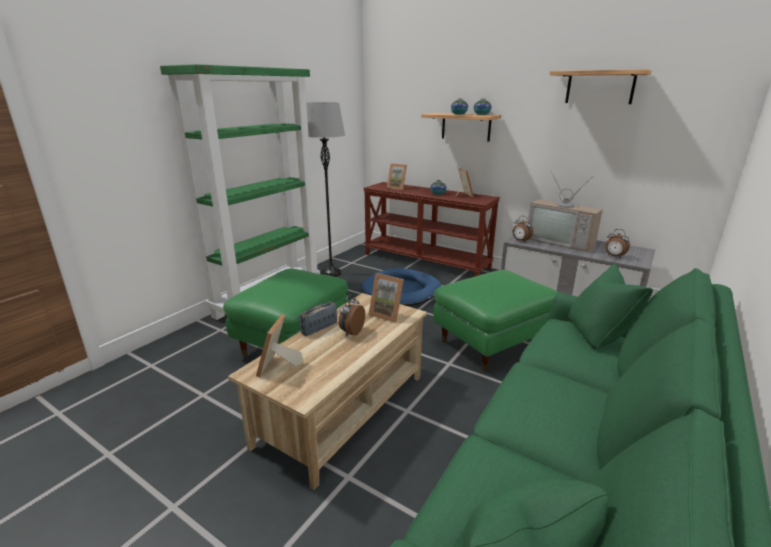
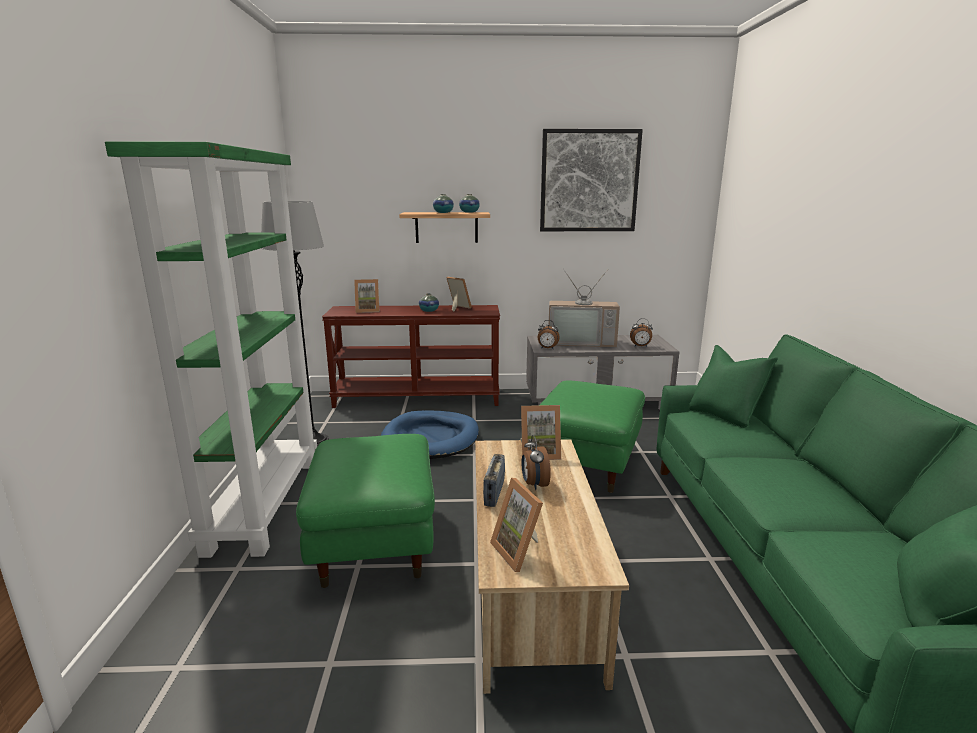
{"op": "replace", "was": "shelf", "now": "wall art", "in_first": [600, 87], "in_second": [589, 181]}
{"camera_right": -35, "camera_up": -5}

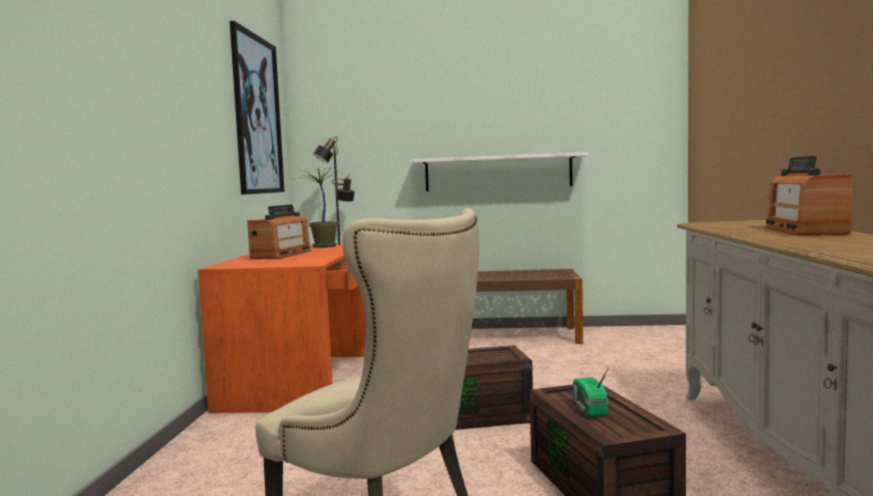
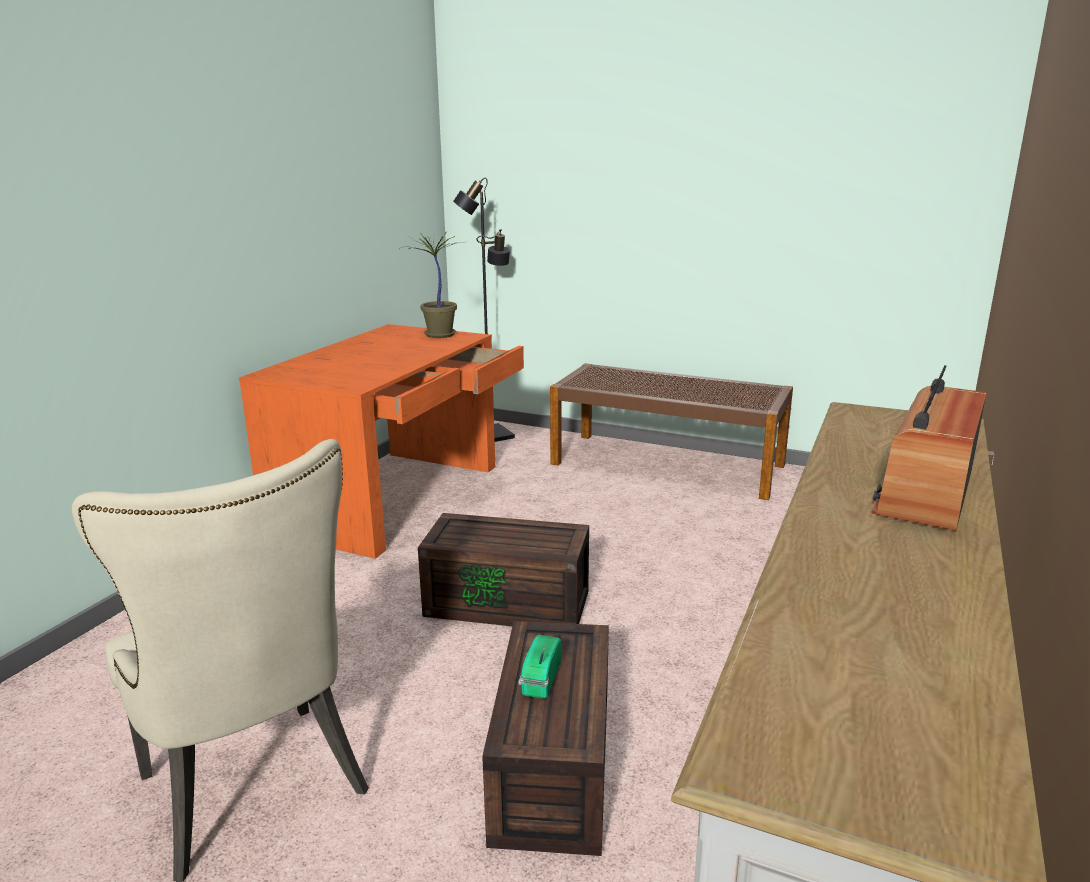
{"op": "delete", "was": "wall art", "in_first": [257, 115]}
{"op": "delete", "was": "radio set", "in_first": [281, 255]}
{"op": "delete", "was": "white-coloured shelf", "in_first": [498, 172]}
{"camera_right": 20, "camera_up": 15}

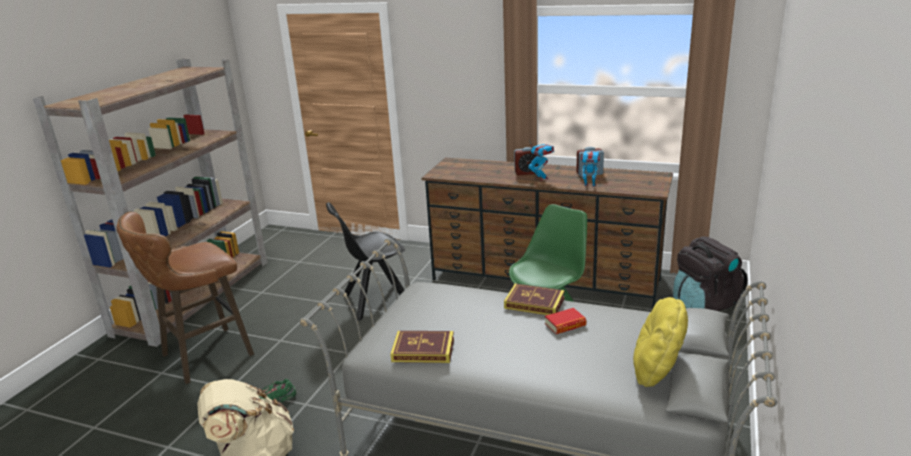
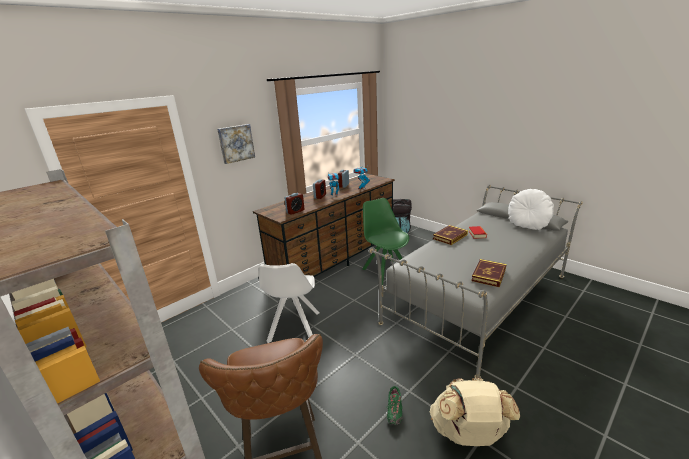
{"op": "insert", "now": "wall art", "in_second": [236, 143]}
{"op": "recolor", "was": "black plain chair", "now": "white-coloured plain chair", "in_first": [375, 301], "in_second": [294, 328]}
{"op": "insert", "now": "alarm clock", "in_second": [295, 211]}
{"op": "recolor", "was": "yellow pillow", "now": "white-coloured pillow", "in_first": [656, 374], "in_second": [527, 226]}
{"camera_right": -65, "camera_up": 0}

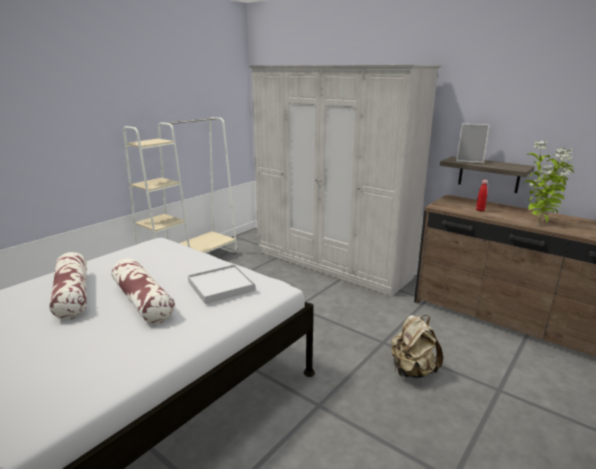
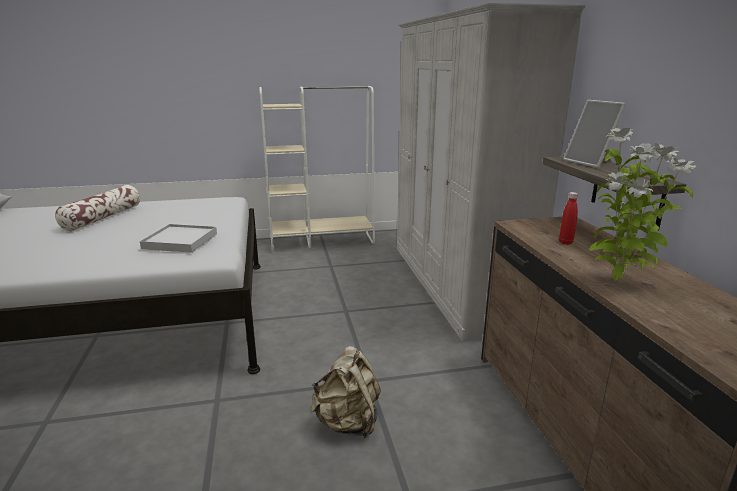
{"op": "delete", "was": "pillow", "in_first": [142, 301]}
{"camera_right": 40, "camera_up": 0}

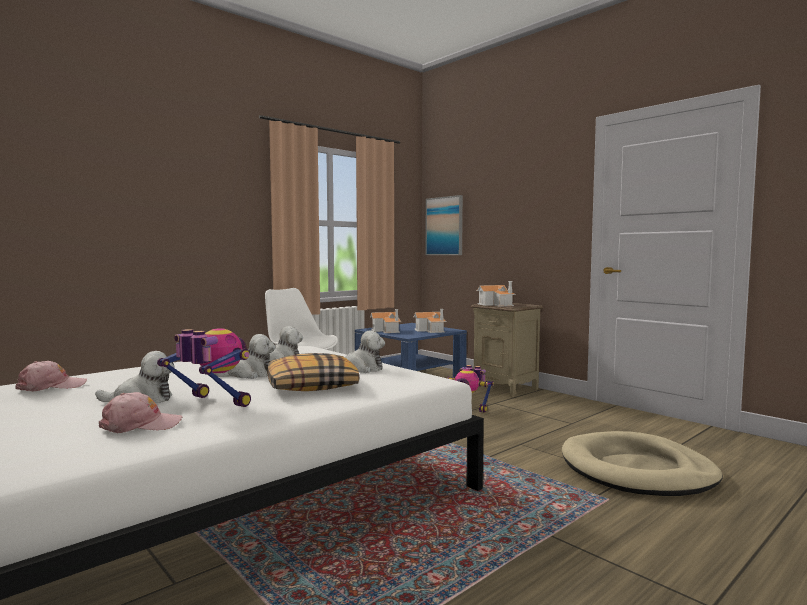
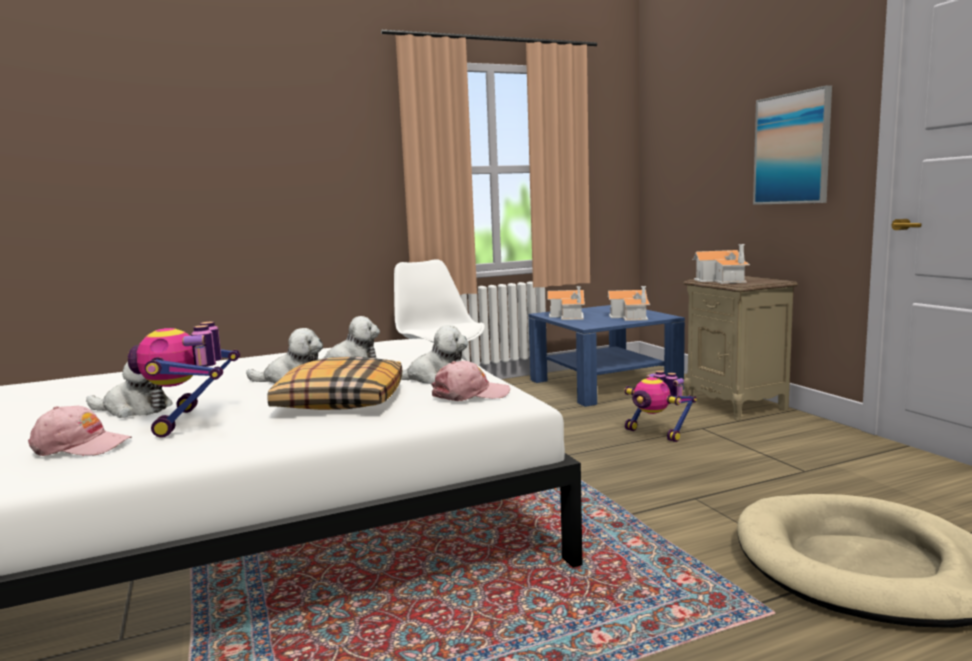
{"op": "rotate", "was": "toy robot", "in_first": [212, 403], "in_second": [191, 421], "clockwise": -150}
{"op": "move", "was": "pinkish cap", "in_first": [51, 386], "in_second": [470, 394]}
{"op": "move", "was": "wall art", "in_first": [444, 226], "in_second": [792, 149]}
{"camera_right": 20, "camera_up": 5}

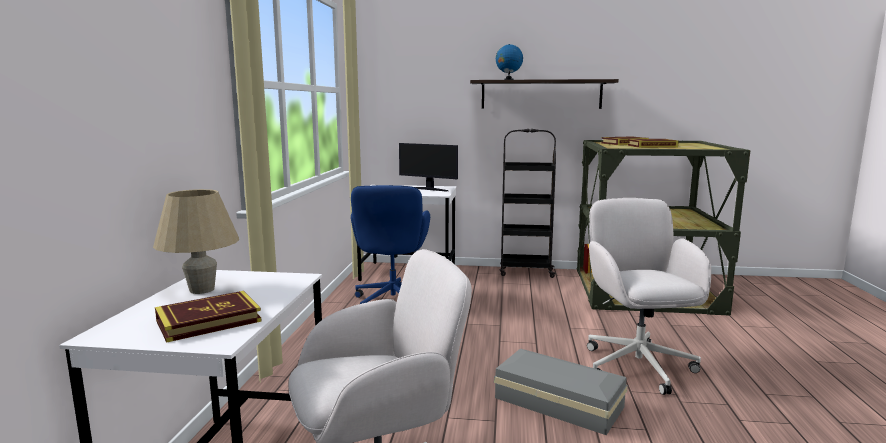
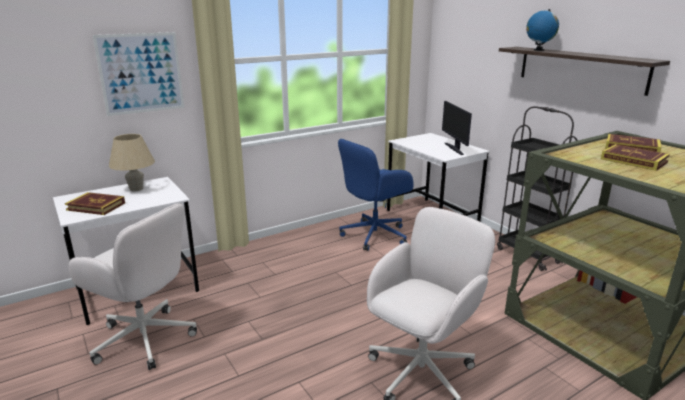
{"op": "insert", "now": "wall art", "in_second": [141, 73]}
{"op": "delete", "was": "greyish storage box", "in_first": [557, 401]}
{"camera_right": 50, "camera_up": 10}

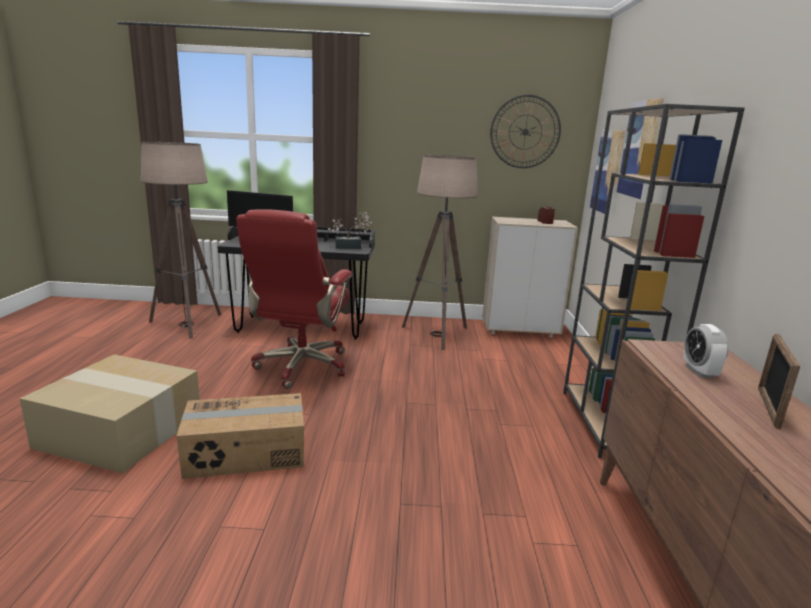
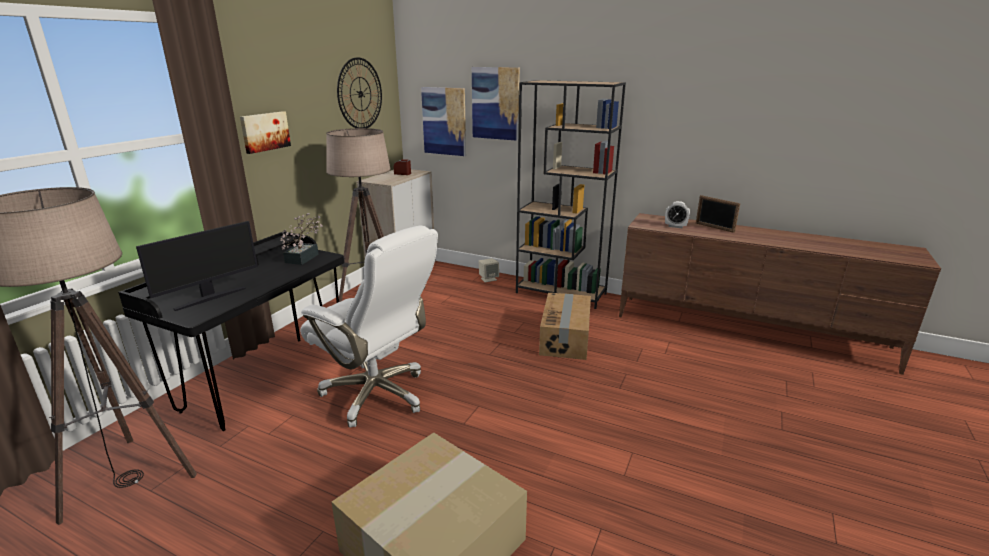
{"op": "insert", "now": "wall art", "in_second": [264, 131]}
{"op": "recolor", "was": "red desk chair", "now": "white-coloured desk chair", "in_first": [300, 368], "in_second": [377, 397]}
{"op": "insert", "now": "beige audio speaker", "in_second": [488, 279]}
{"op": "move", "was": "packing box", "in_first": [246, 453], "in_second": [566, 338]}
{"camera_right": -65, "camera_up": 5}

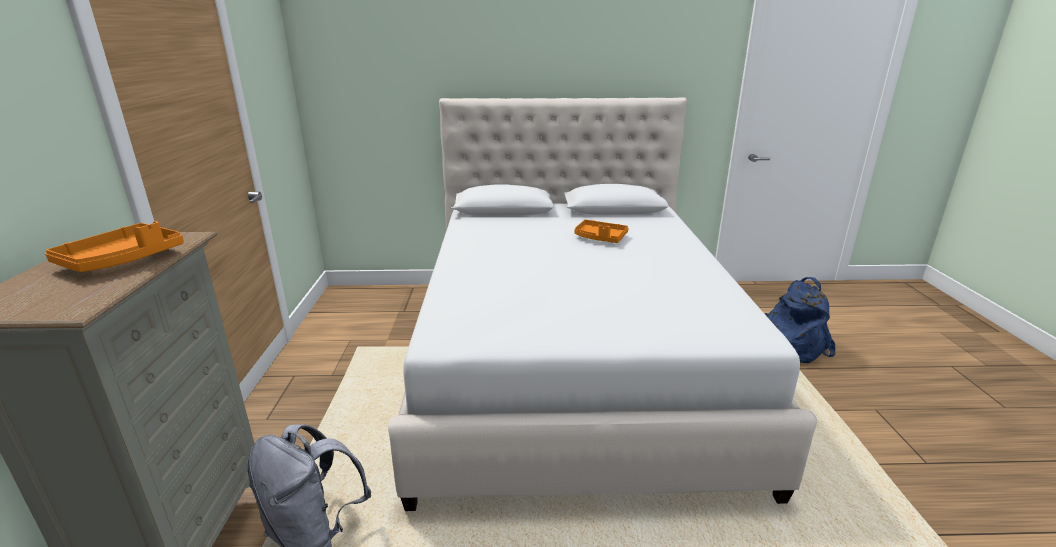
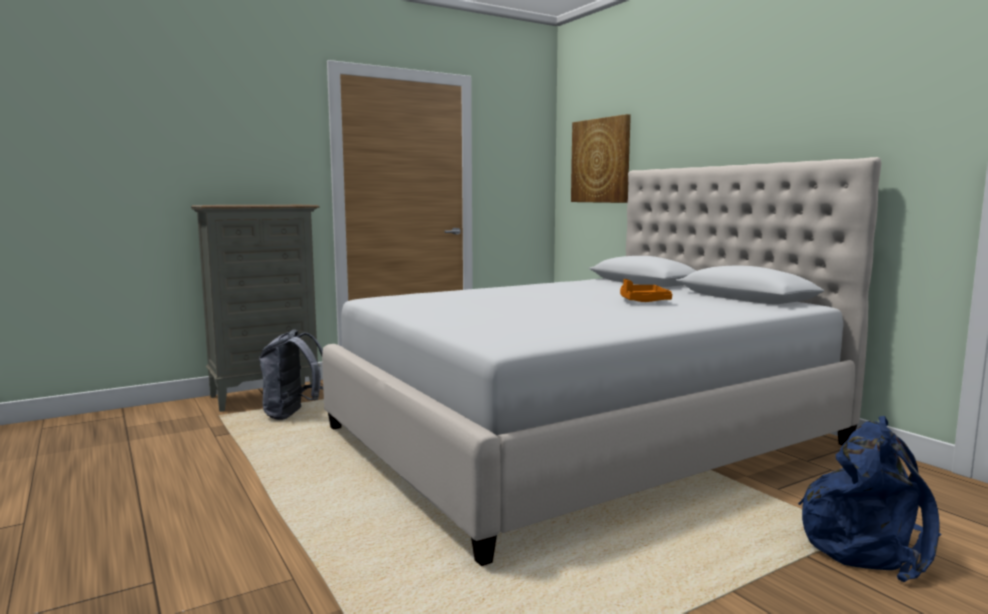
{"op": "insert", "now": "wall art", "in_second": [601, 161]}
{"op": "delete", "was": "orange serving tray", "in_first": [123, 260]}
{"camera_right": 60, "camera_up": -15}

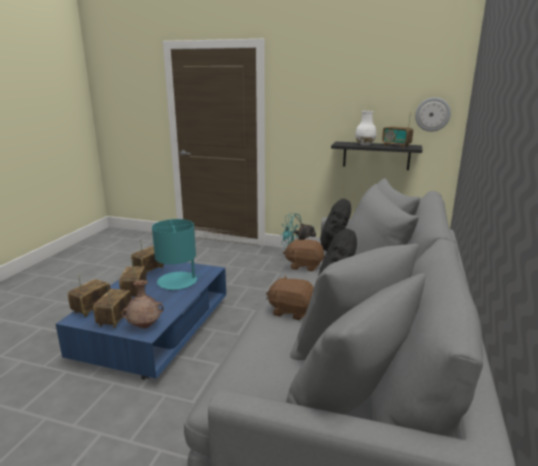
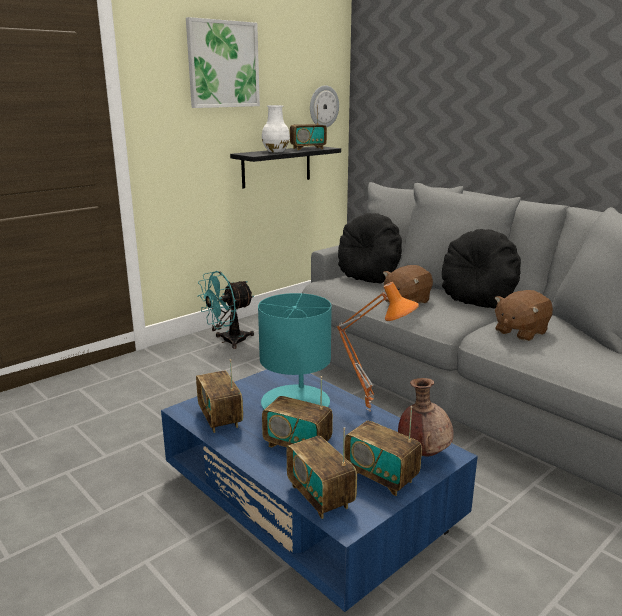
{"op": "insert", "now": "wall art", "in_second": [223, 64]}
{"op": "insert", "now": "orange table lamp", "in_second": [370, 409]}
{"camera_right": -60, "camera_up": 0}

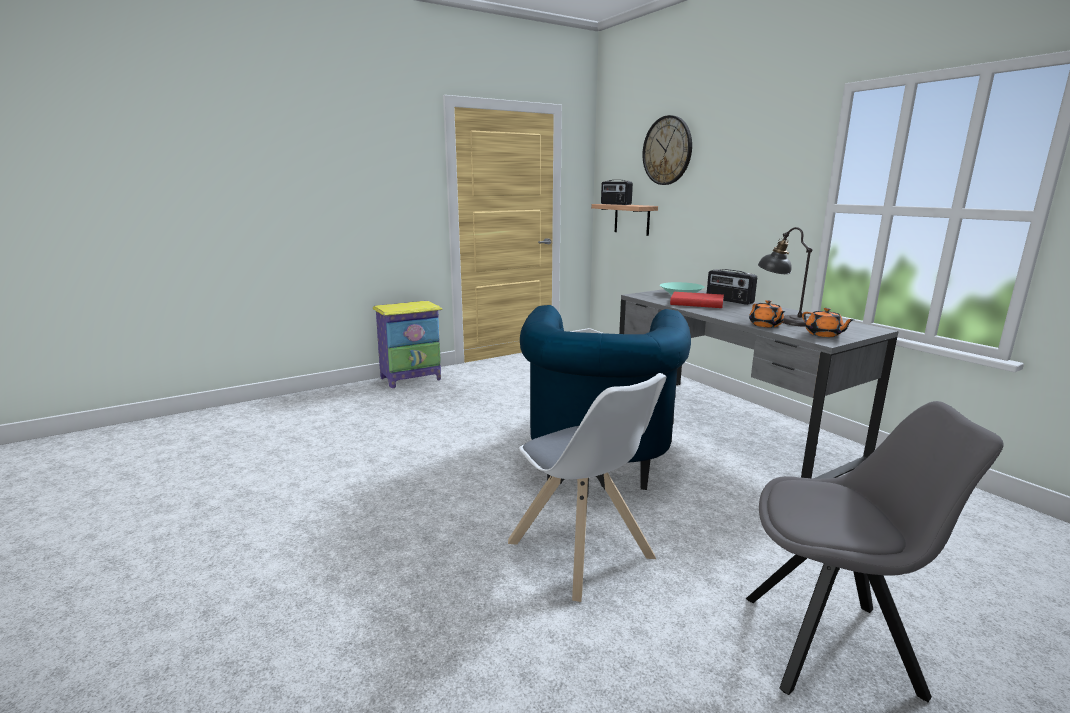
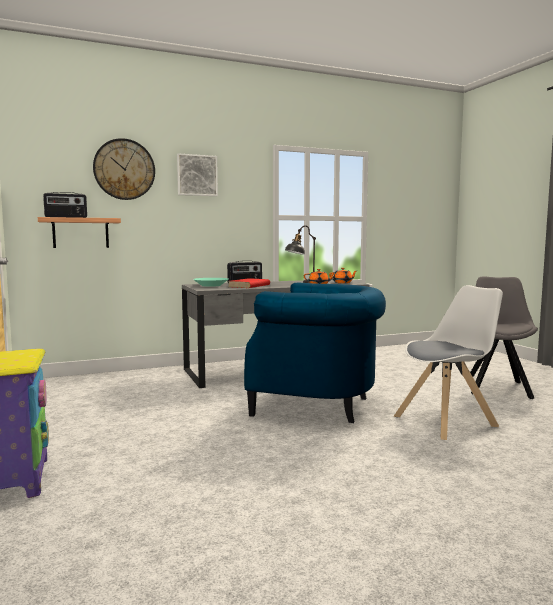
{"op": "insert", "now": "wall art", "in_second": [197, 175]}
{"camera_right": -80, "camera_up": -10}

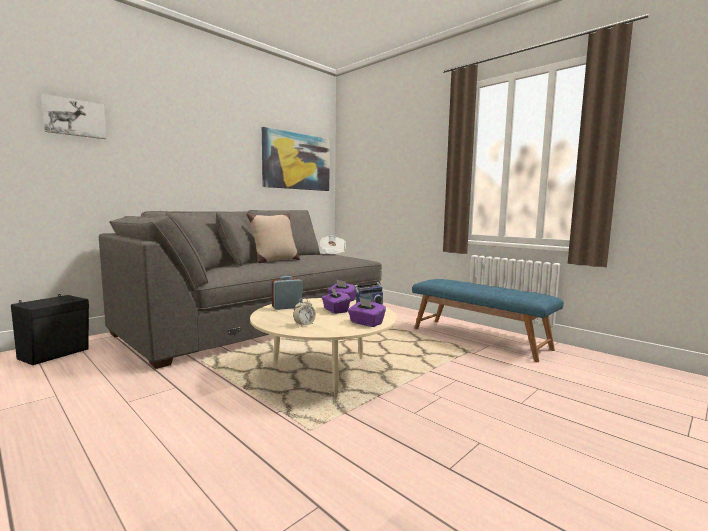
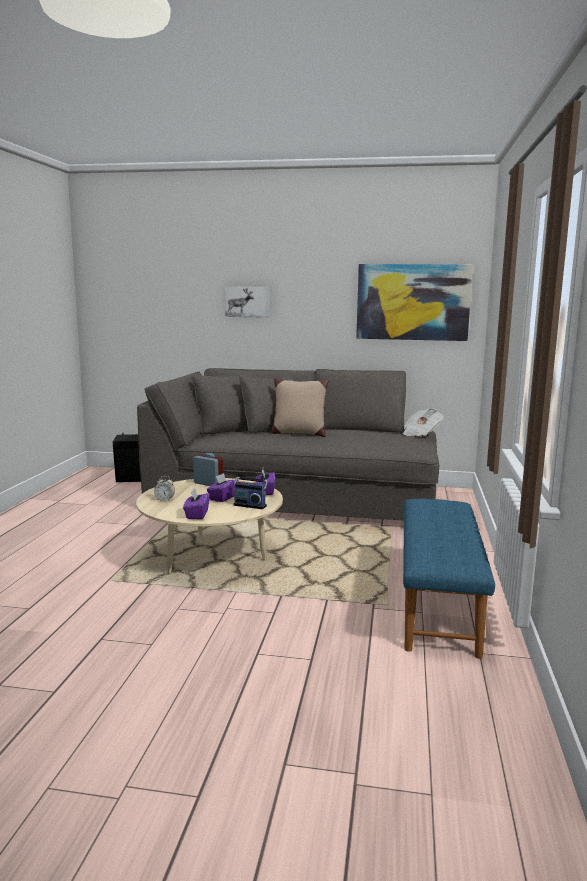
{"op": "move", "was": "wall art", "in_first": [75, 117], "in_second": [247, 301]}
{"camera_right": 55, "camera_up": 5}

